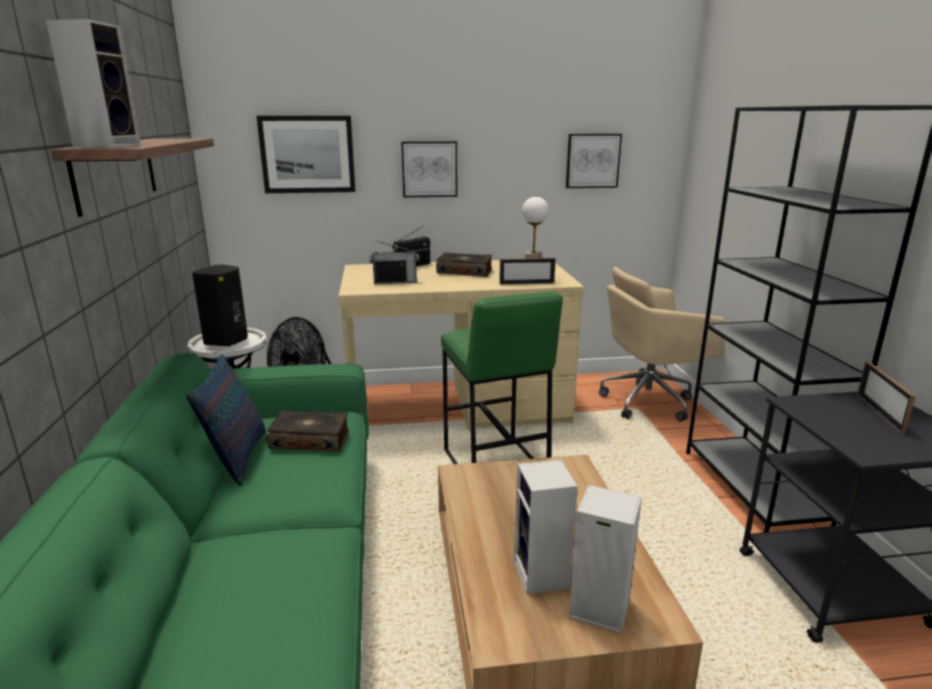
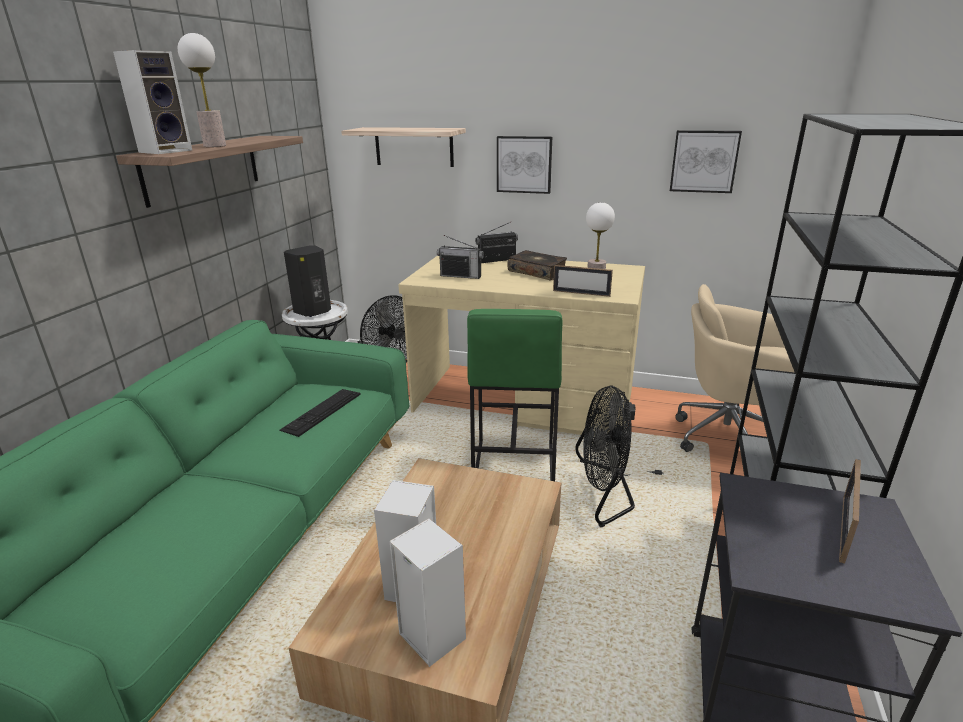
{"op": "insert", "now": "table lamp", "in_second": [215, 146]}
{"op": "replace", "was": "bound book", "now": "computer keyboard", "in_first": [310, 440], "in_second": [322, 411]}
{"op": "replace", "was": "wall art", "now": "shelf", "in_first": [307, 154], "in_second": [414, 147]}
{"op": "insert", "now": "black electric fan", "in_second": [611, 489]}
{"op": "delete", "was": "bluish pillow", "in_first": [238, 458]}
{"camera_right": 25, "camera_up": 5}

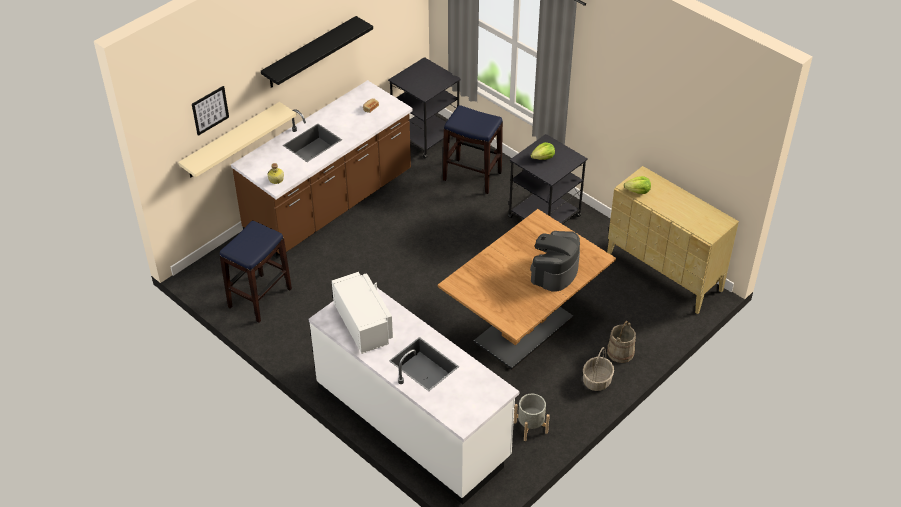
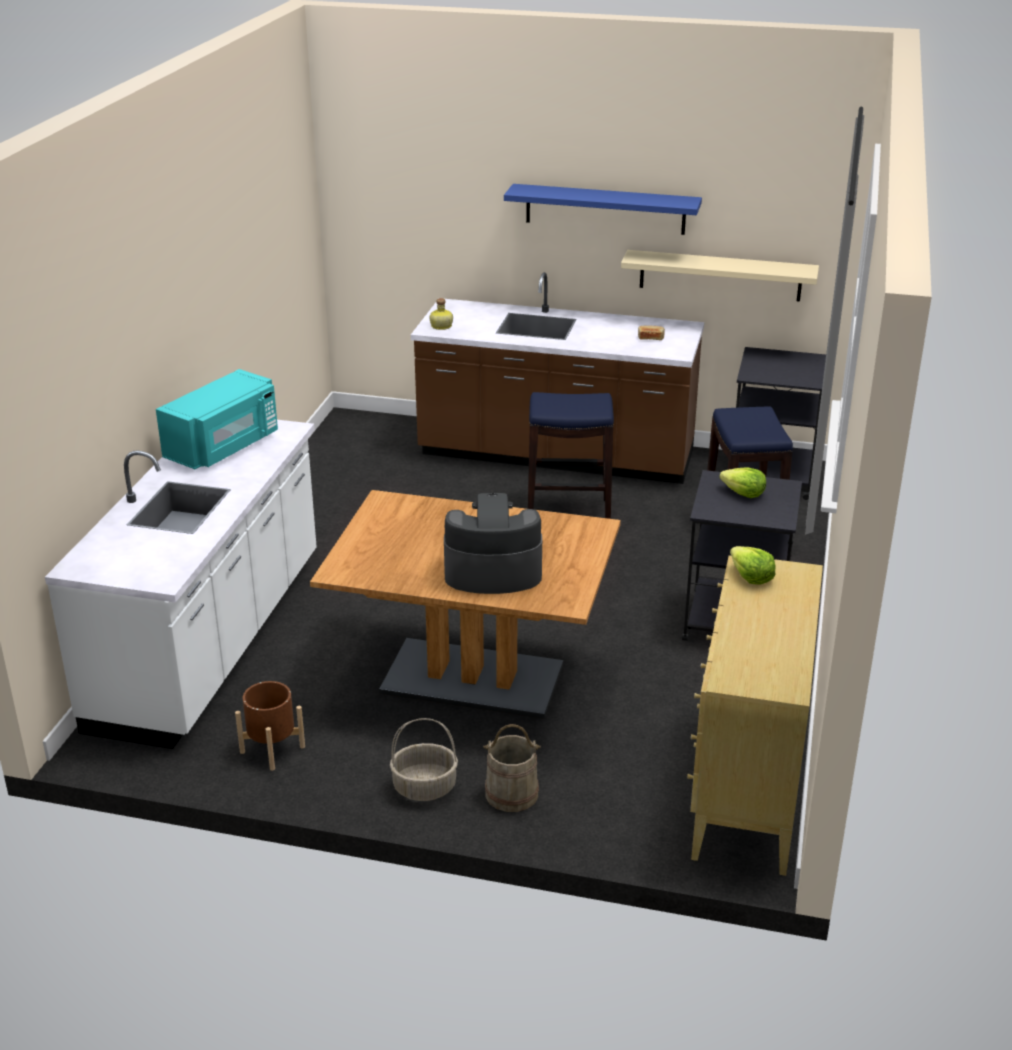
{"op": "recolor", "was": "white-coloured kitchen microwave", "now": "blue-green kitchen microwave", "in_first": [364, 324], "in_second": [224, 446]}
{"op": "recolor", "was": "greyish flower pot", "now": "brown flower pot", "in_first": [531, 427], "in_second": [272, 749]}
{"op": "recolor", "was": "black shelf", "now": "bluish shelf", "in_first": [310, 53], "in_second": [605, 209]}
{"op": "move", "was": "stool", "in_first": [260, 298], "in_second": [568, 513]}
{"op": "move", "was": "beige shelf", "in_first": [231, 141], "in_second": [720, 275]}
{"op": "delete", "was": "wall art", "in_first": [210, 110]}
{"camera_right": 60, "camera_up": -15}

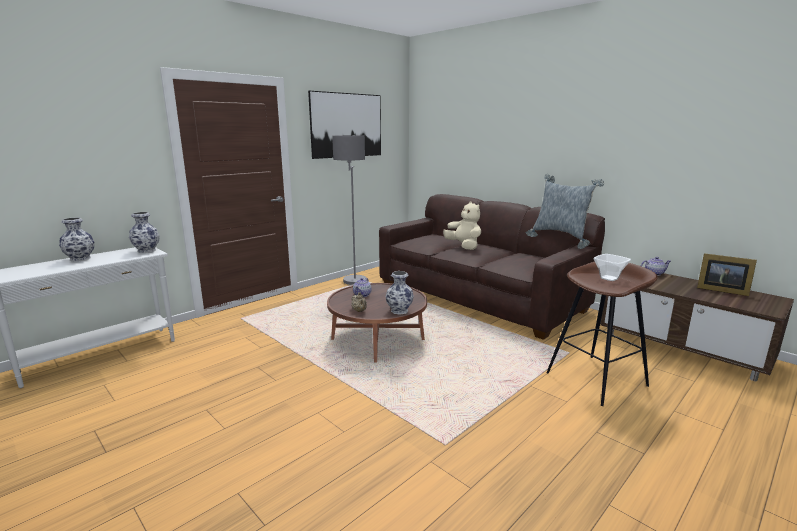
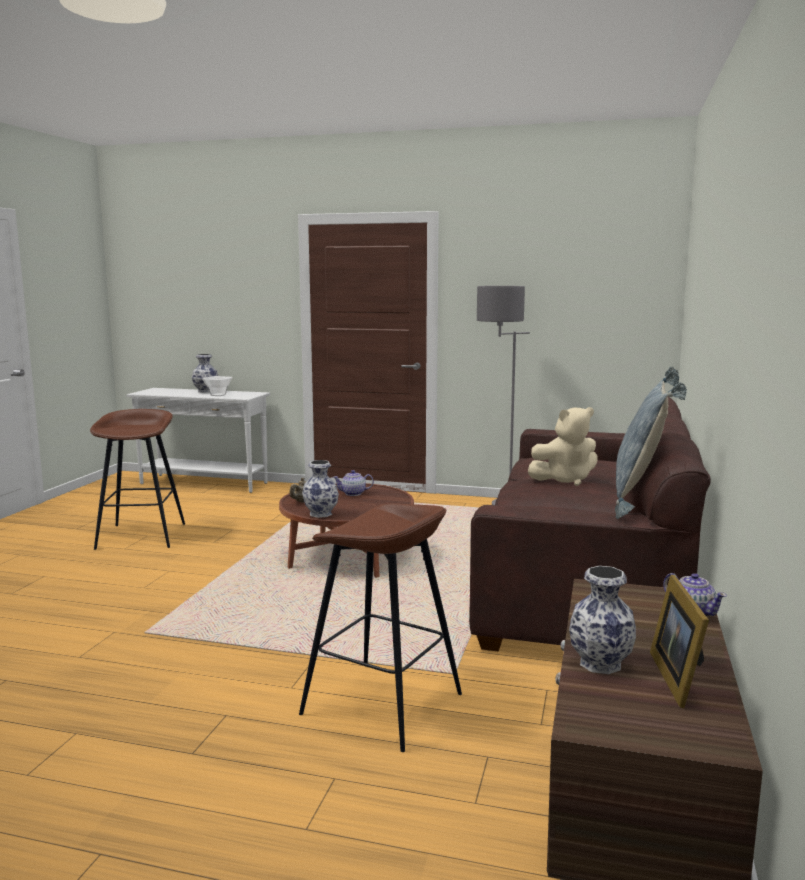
{"op": "insert", "now": "brown stool", "in_second": [142, 536]}
{"op": "move", "was": "deep dish", "in_first": [608, 278], "in_second": [218, 395]}
{"op": "rotate", "was": "beige plush toy", "in_first": [464, 246], "in_second": [565, 480], "clockwise": 45}
{"op": "move", "was": "decorative vase", "in_first": [146, 251], "in_second": [599, 664]}
{"op": "delete", "was": "wall art", "in_first": [347, 125]}
{"camera_right": 60, "camera_up": -5}

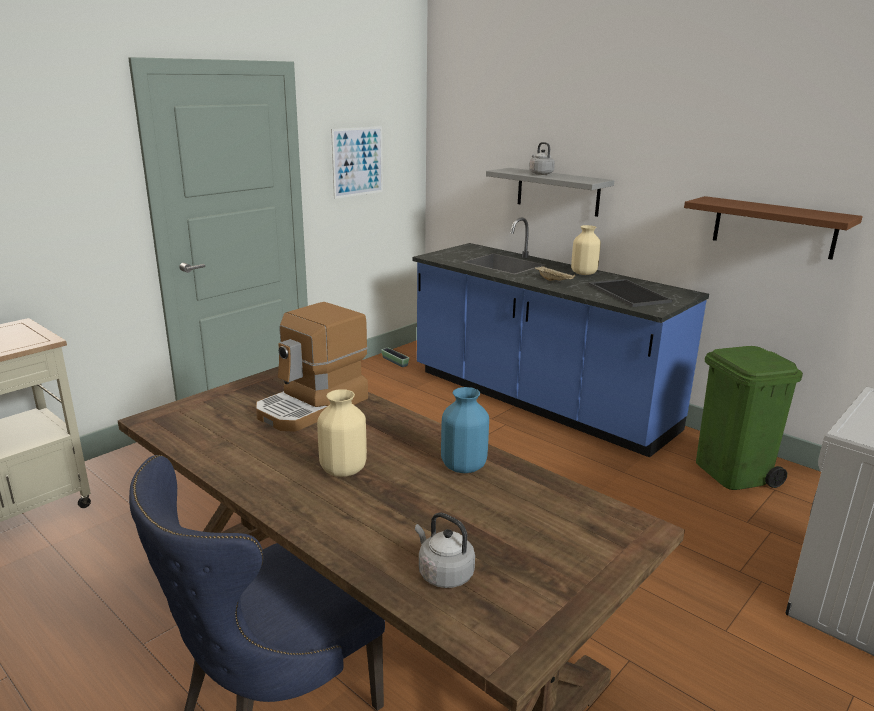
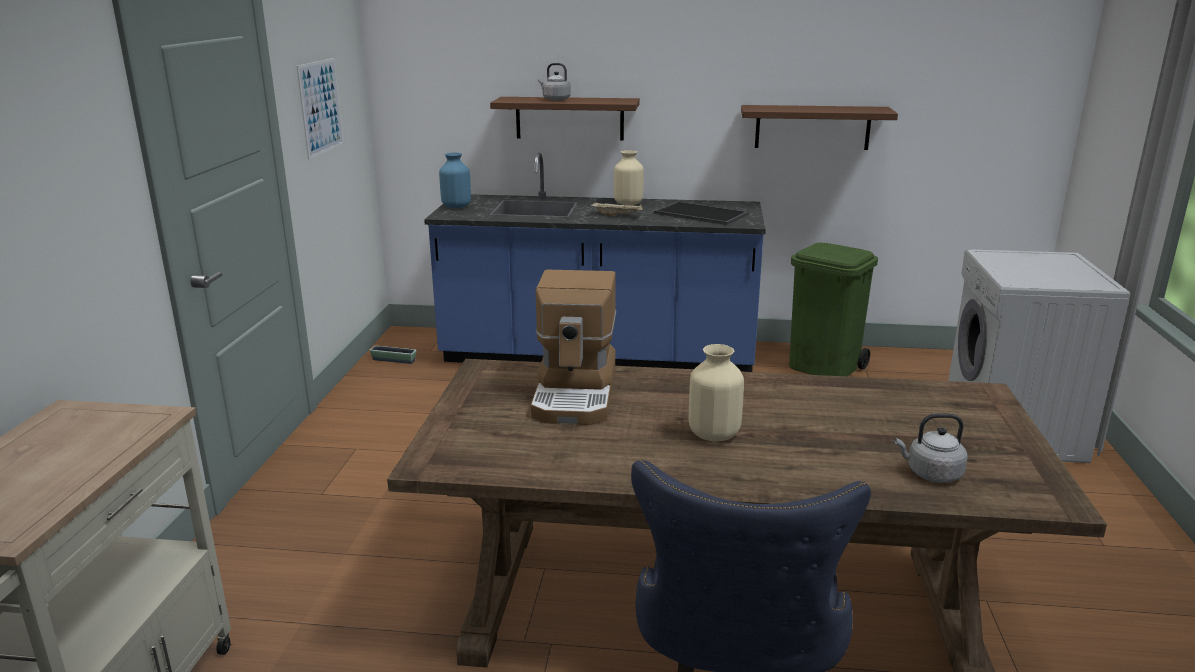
{"op": "move", "was": "bluish decorative vase", "in_first": [464, 466], "in_second": [457, 206]}
{"op": "recolor", "was": "greyish shelf", "now": "brown shelf", "in_first": [557, 191], "in_second": [569, 118]}
{"camera_right": -35, "camera_up": 0}

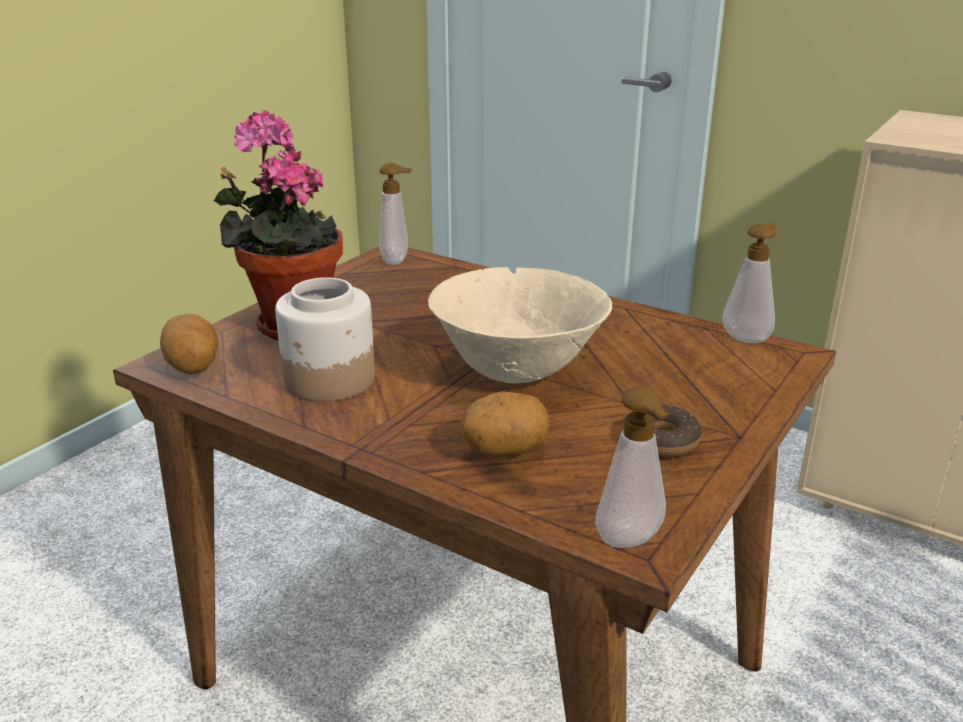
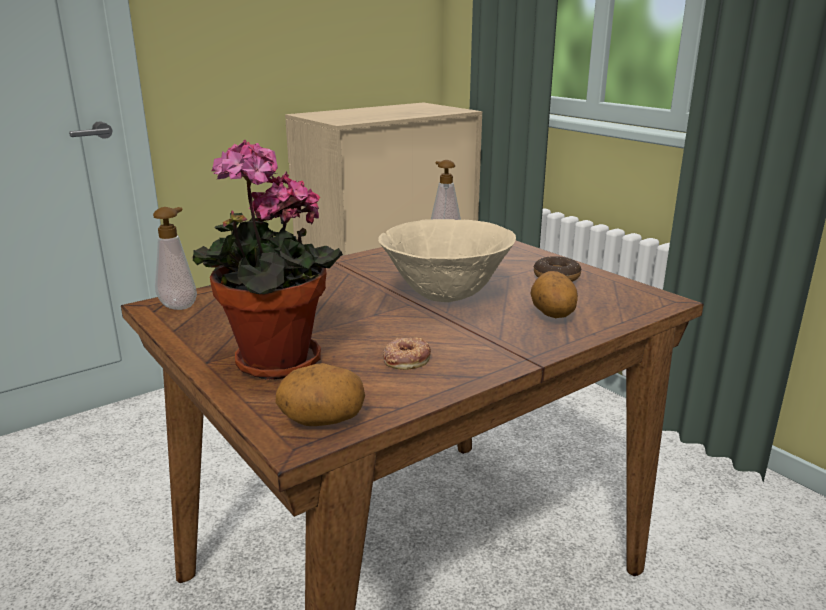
{"op": "replace", "was": "storage jar", "now": "ring doughnut", "in_first": [329, 380], "in_second": [406, 359]}
{"op": "delete", "was": "soap dispenser", "in_first": [632, 542]}
{"camera_right": -70, "camera_up": -5}

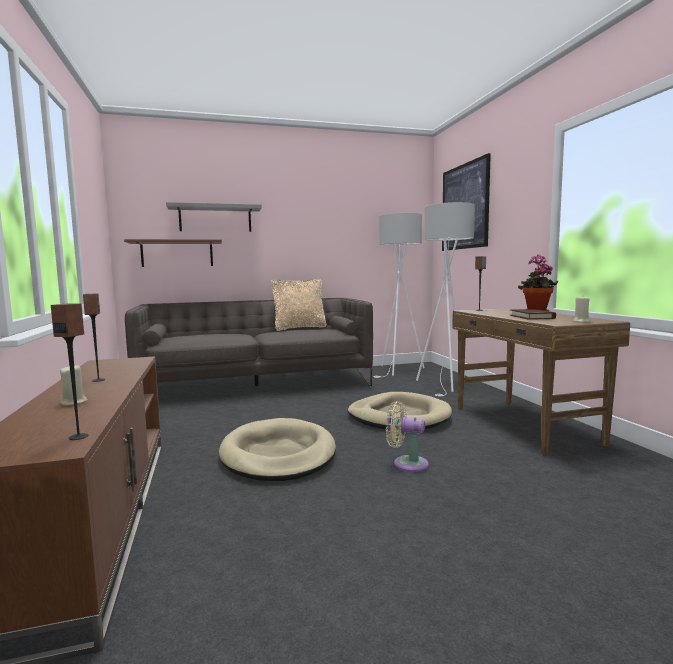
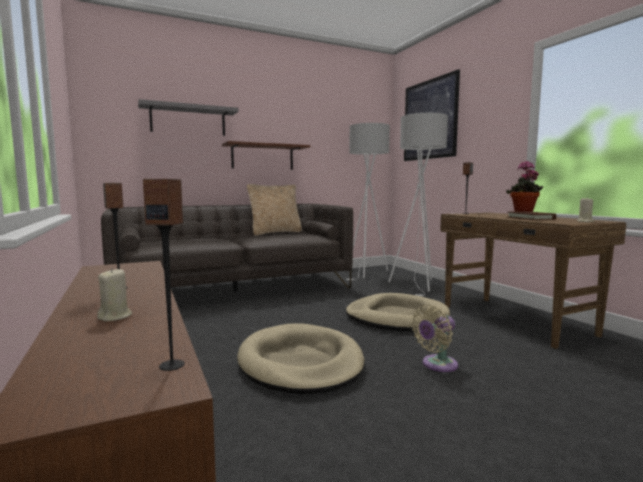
{"op": "move", "was": "brown shelf", "in_first": [177, 254], "in_second": [262, 157]}
{"op": "rotate", "was": "beige electric fan", "in_first": [406, 464], "in_second": [437, 365], "clockwise": -45}
{"camera_right": -10, "camera_up": 0}

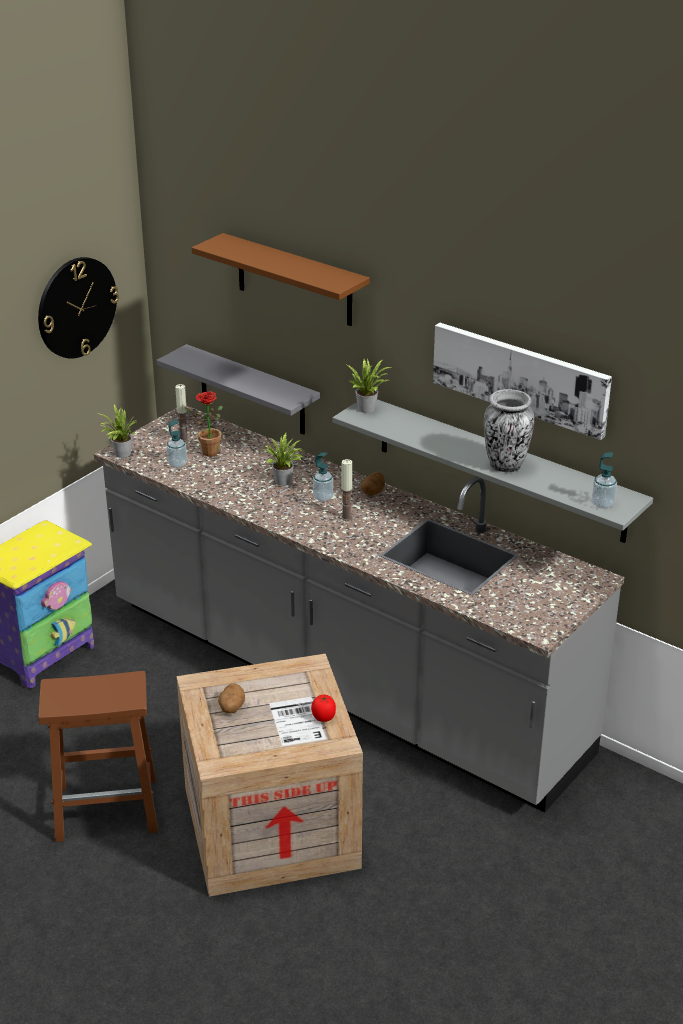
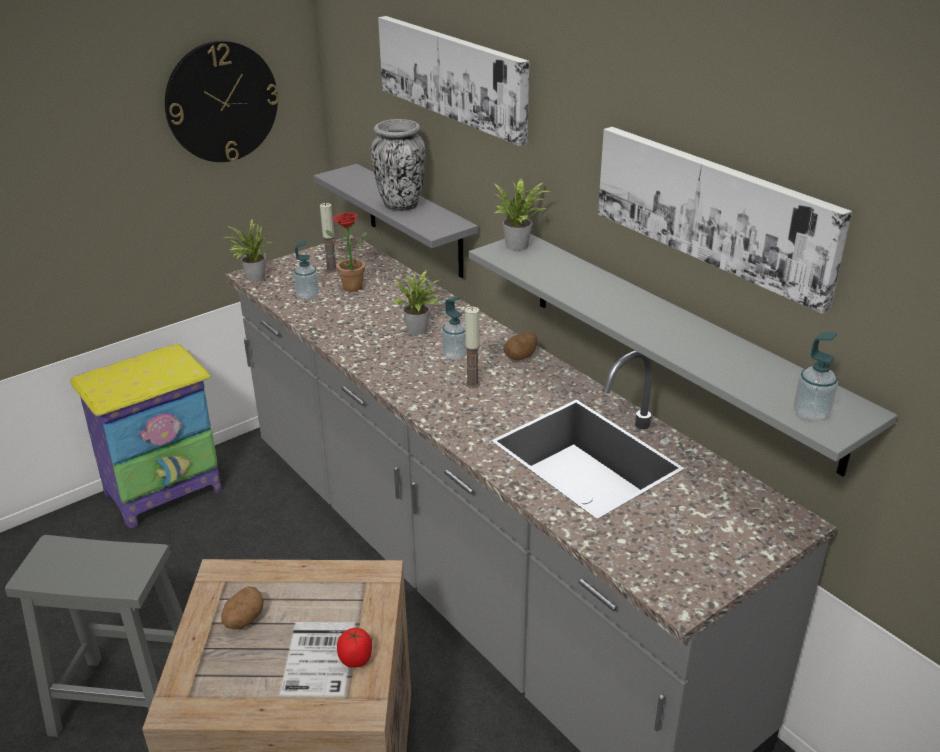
{"op": "recolor", "was": "brown stool", "now": "greyish stool", "in_first": [108, 808], "in_second": [131, 701]}
{"op": "move", "was": "decorative vase", "in_first": [505, 465], "in_second": [401, 205]}
{"op": "replace", "was": "brown shelf", "now": "wall art", "in_first": [294, 280], "in_second": [453, 76]}
{"camera_right": 15, "camera_up": 0}

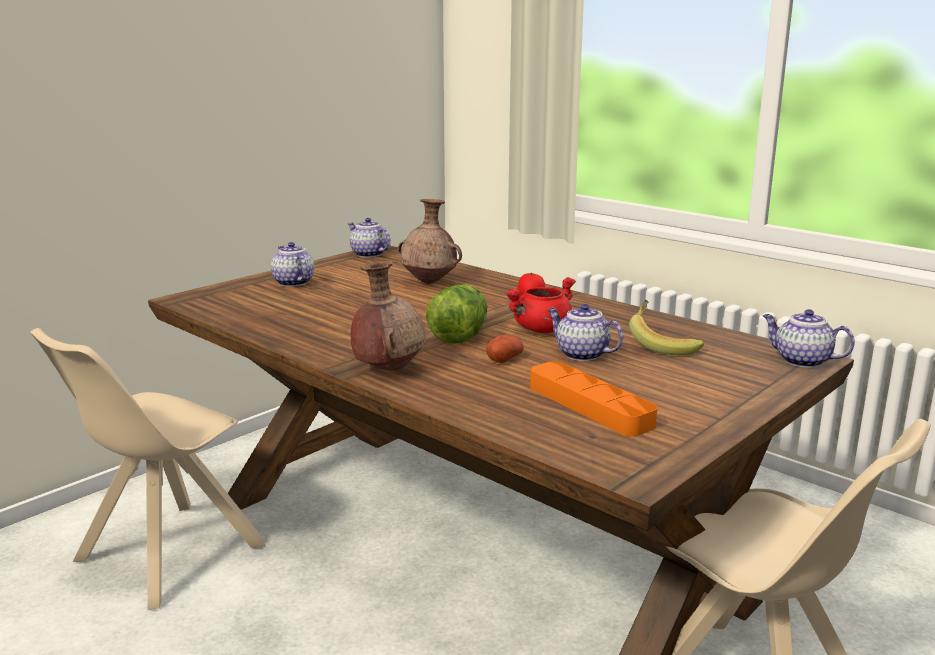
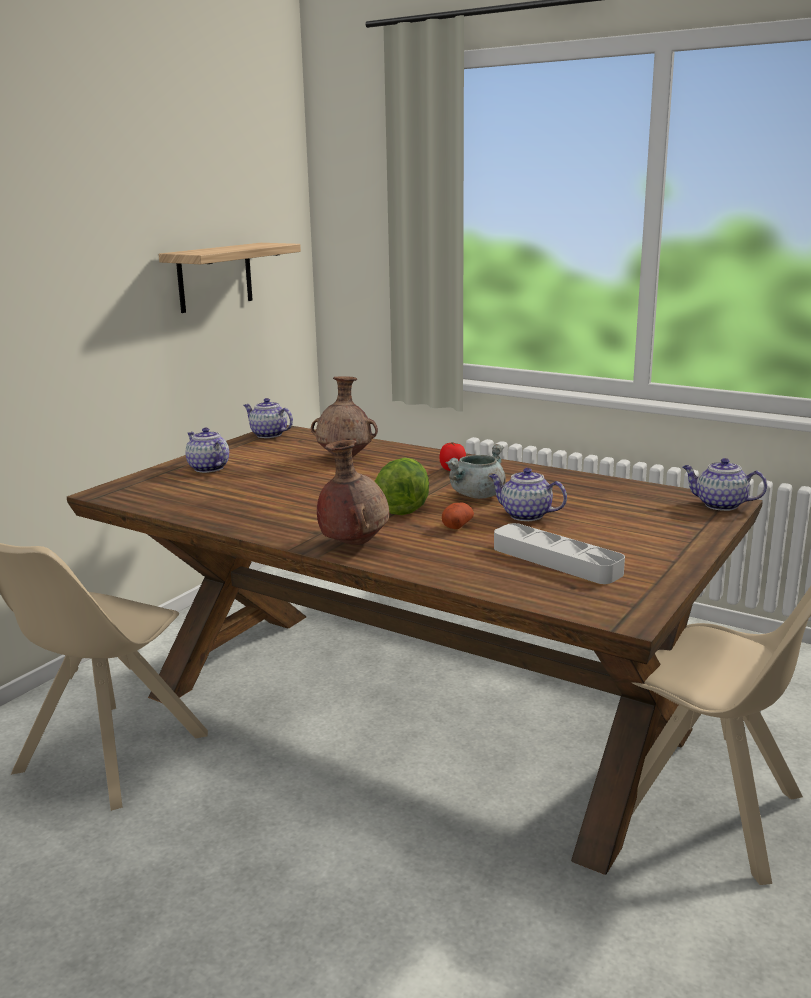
{"op": "insert", "now": "shelf", "in_second": [215, 277]}
{"op": "recolor", "was": "red saucepot", "now": "greyish saucepot", "in_first": [542, 330], "in_second": [477, 496]}
{"op": "recolor", "was": "orange serving tray", "now": "greyish serving tray", "in_first": [589, 405], "in_second": [556, 560]}
{"op": "delete", "was": "banana fruit", "in_first": [663, 345]}
{"camera_right": -10, "camera_up": 0}

